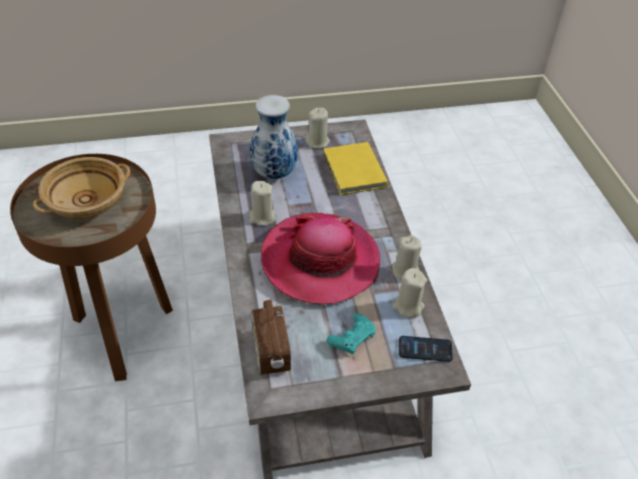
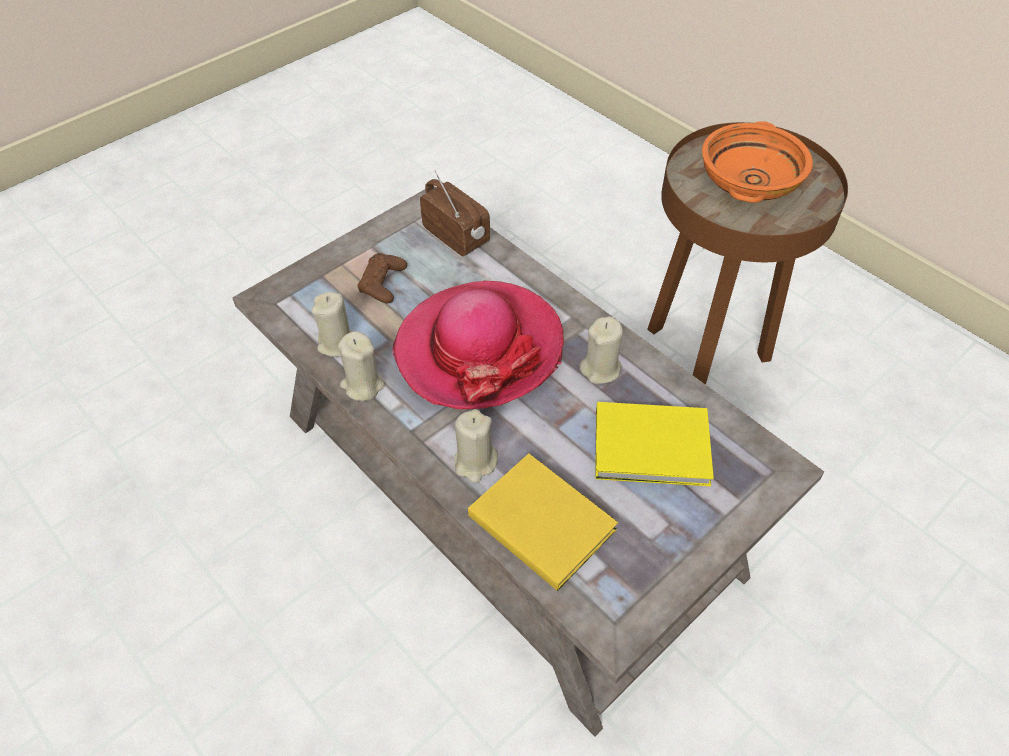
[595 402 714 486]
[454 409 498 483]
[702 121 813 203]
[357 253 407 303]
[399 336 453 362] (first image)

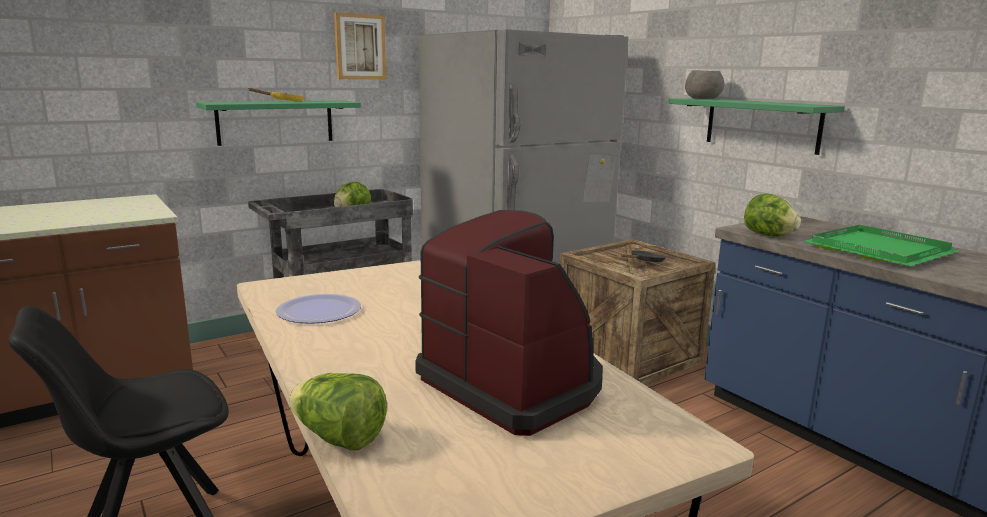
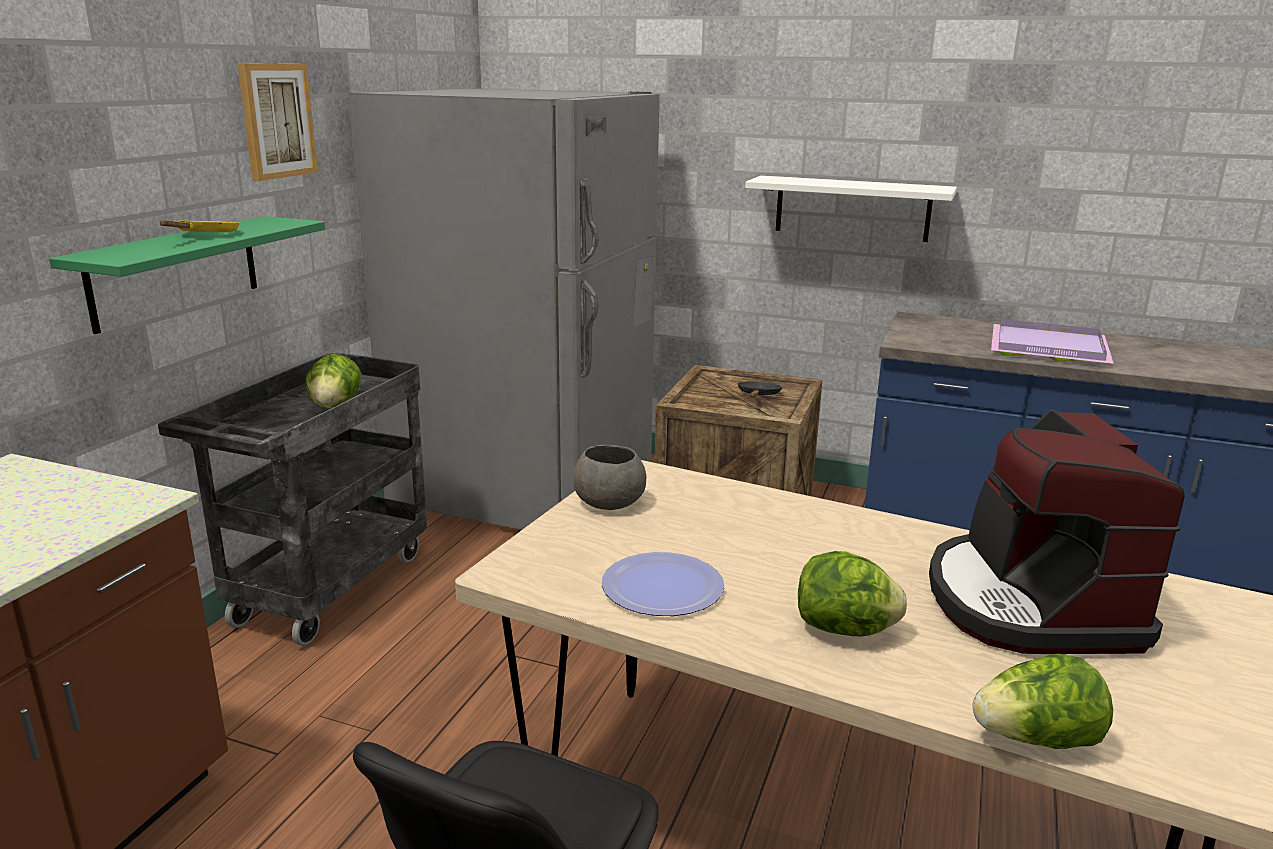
[573 445 646 510]
[745 176 957 242]
[798 551 907 637]
[929 410 1185 654]
[991 319 1114 364]

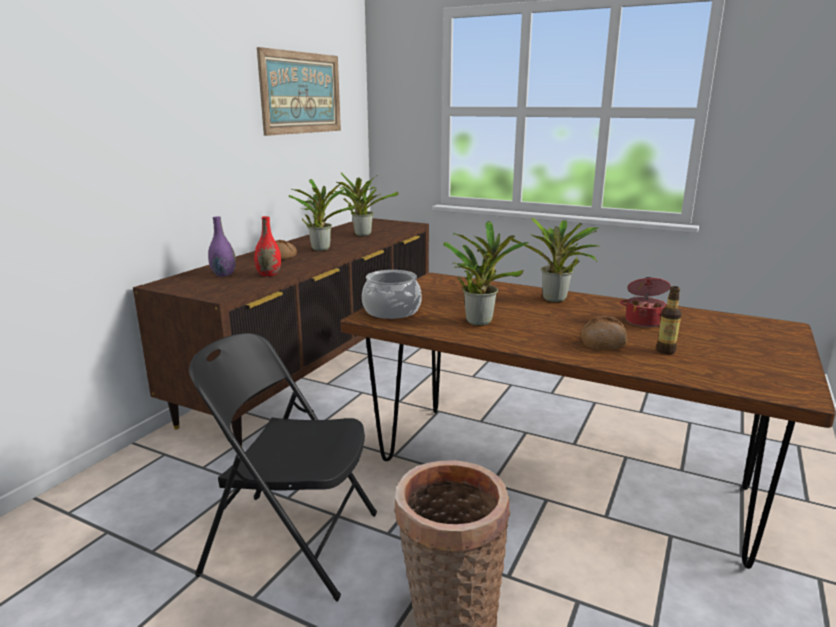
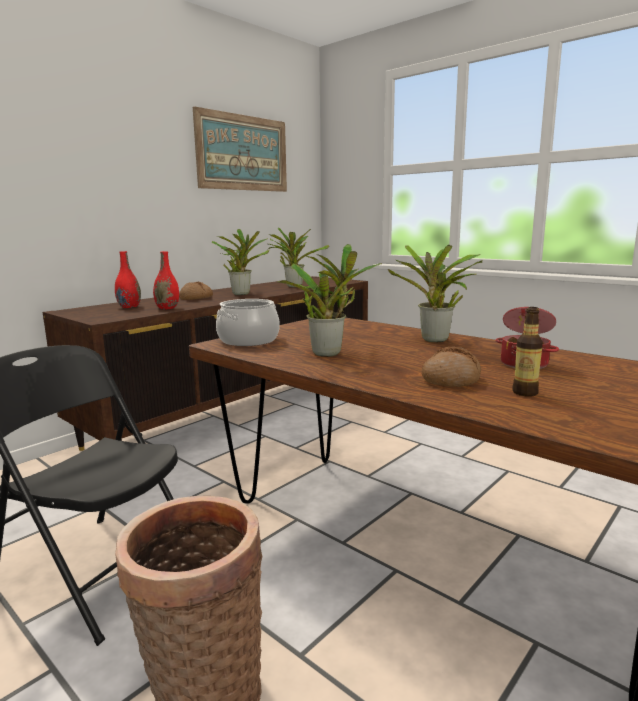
[115 251 141 308]

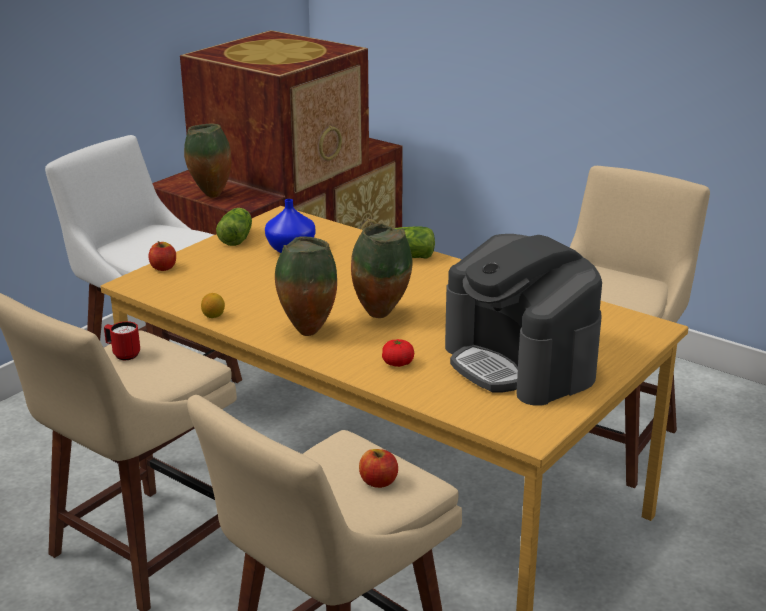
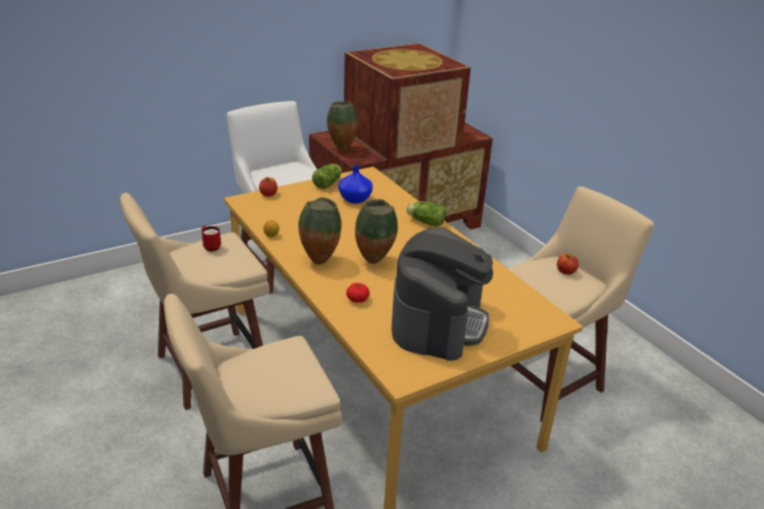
[392 227 493 361]
[557 253 579 275]

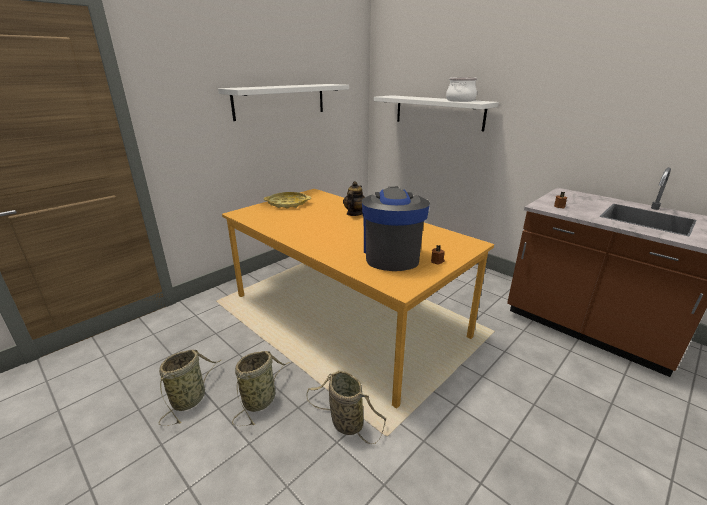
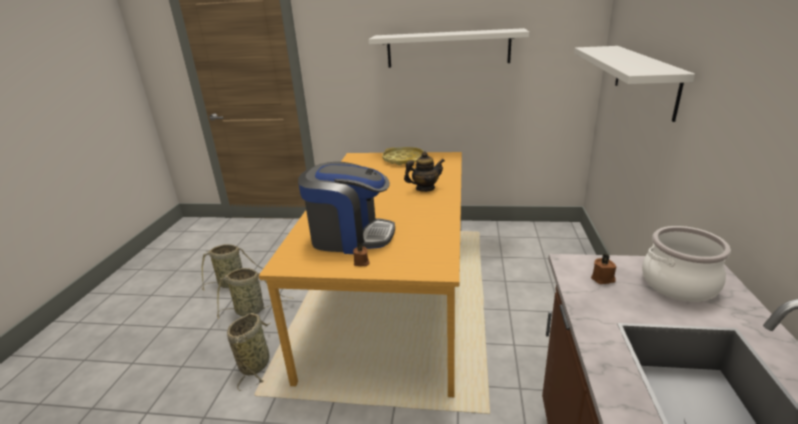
[642 226 731 302]
[298 162 395 254]

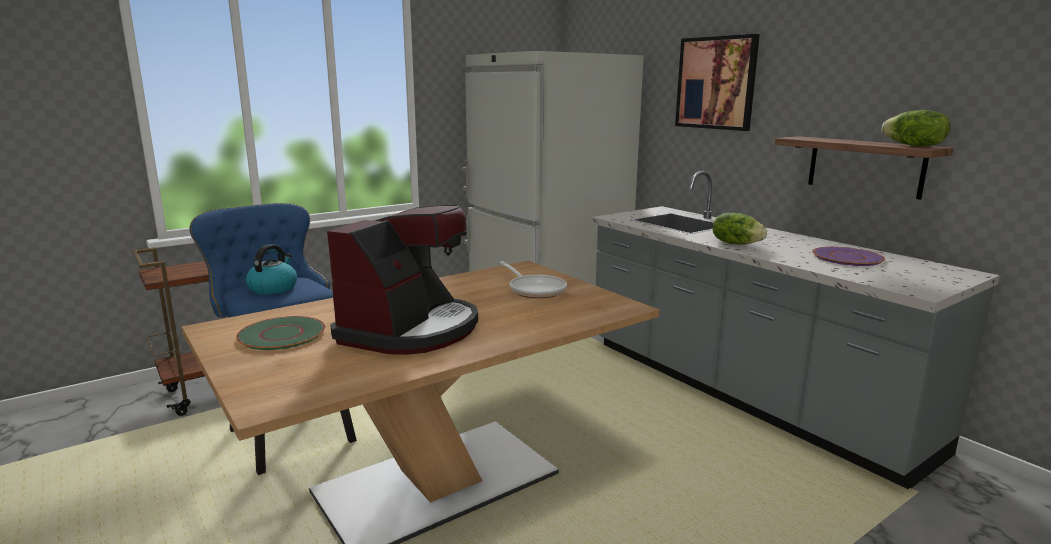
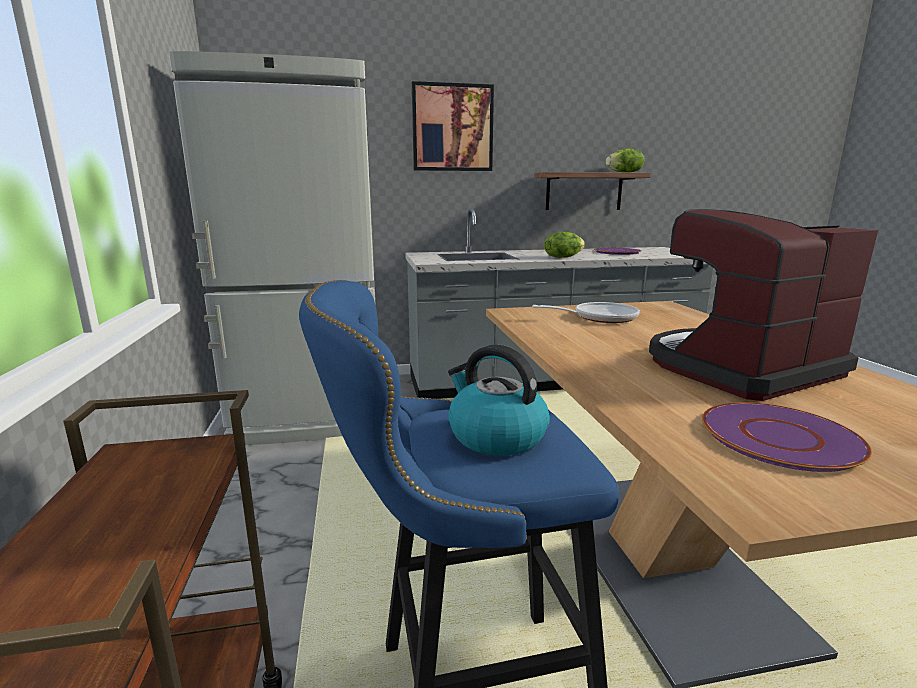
[649 209 878 401]
[702 402 872 472]

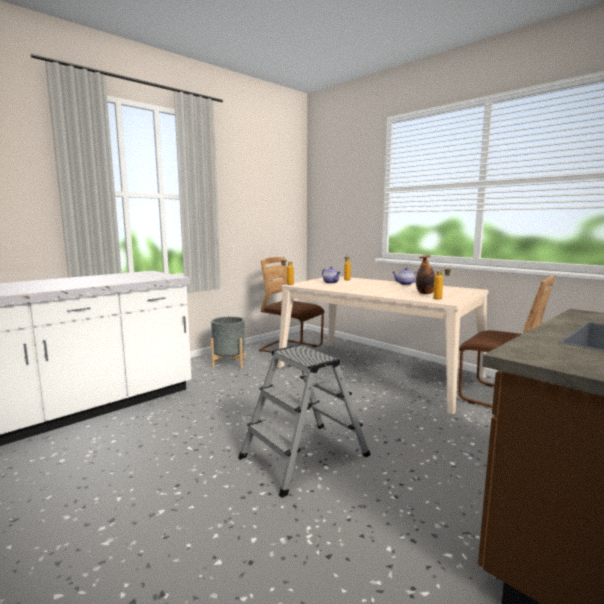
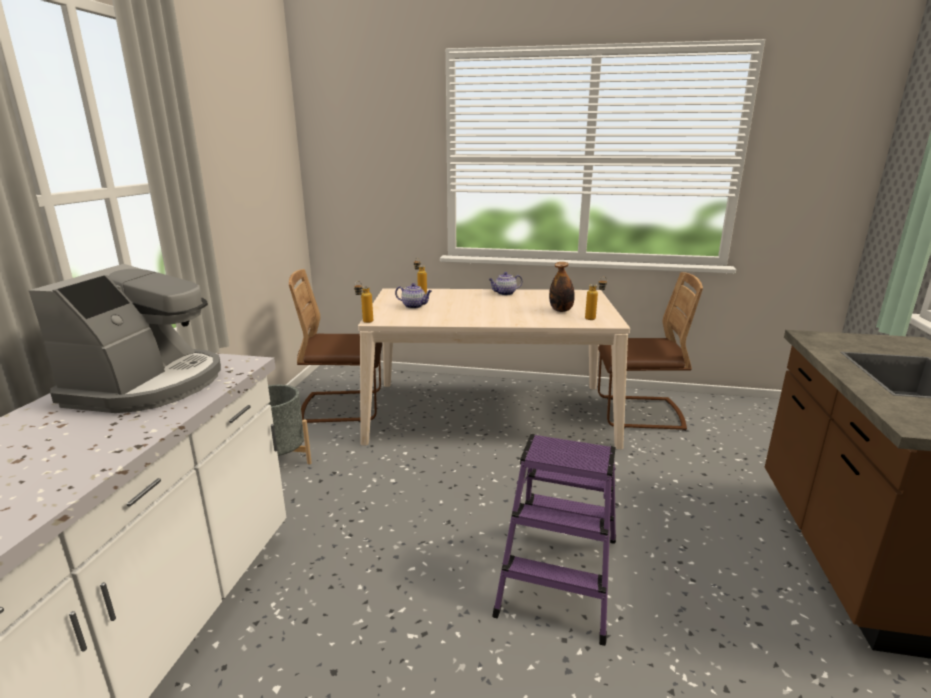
[492 434 616 646]
[29 264 221 413]

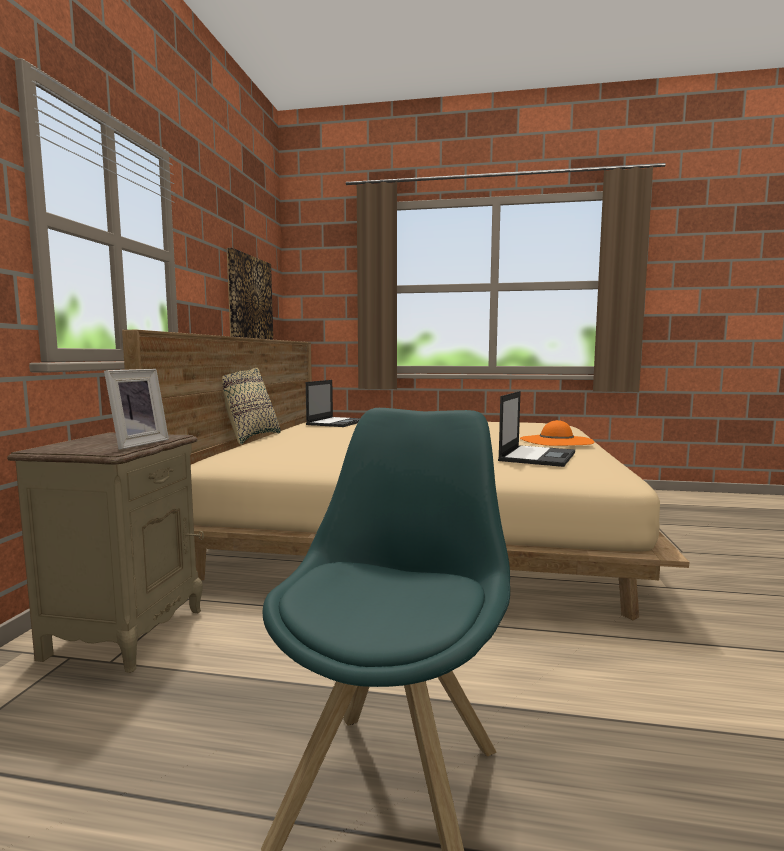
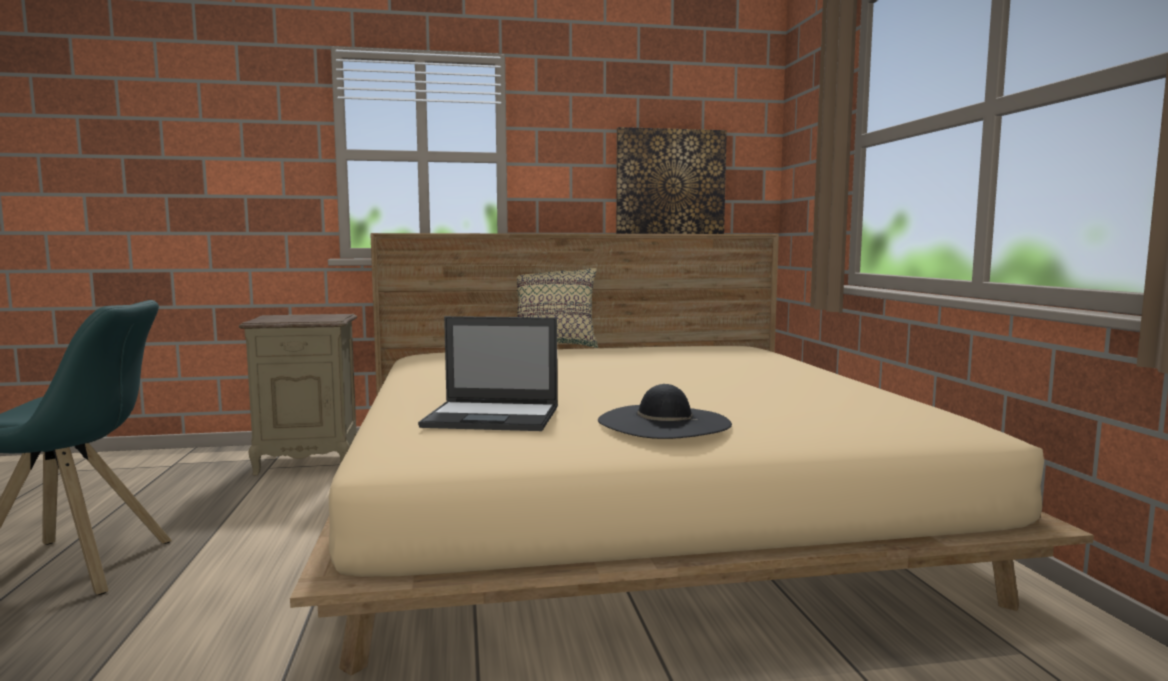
[104 369 169 450] (first image)
[306 380 360 427] (first image)
[598 384 732 439]

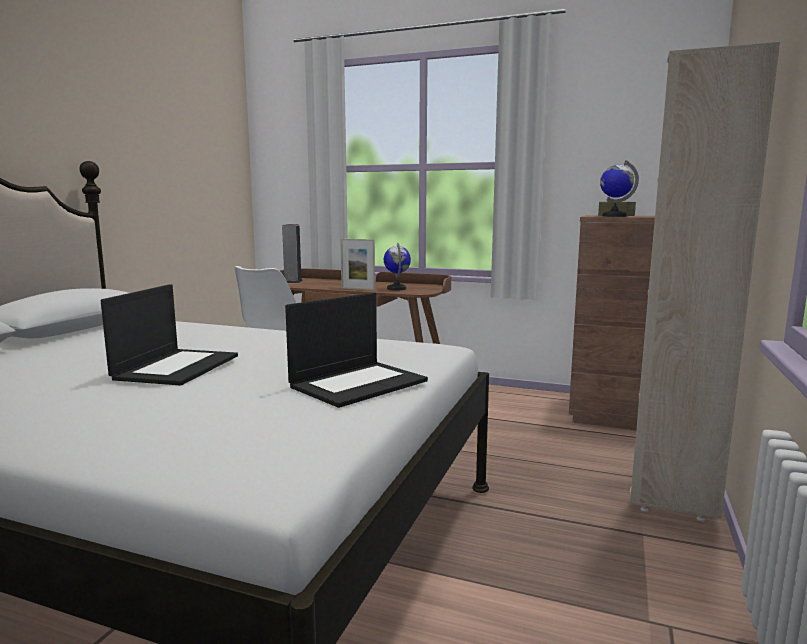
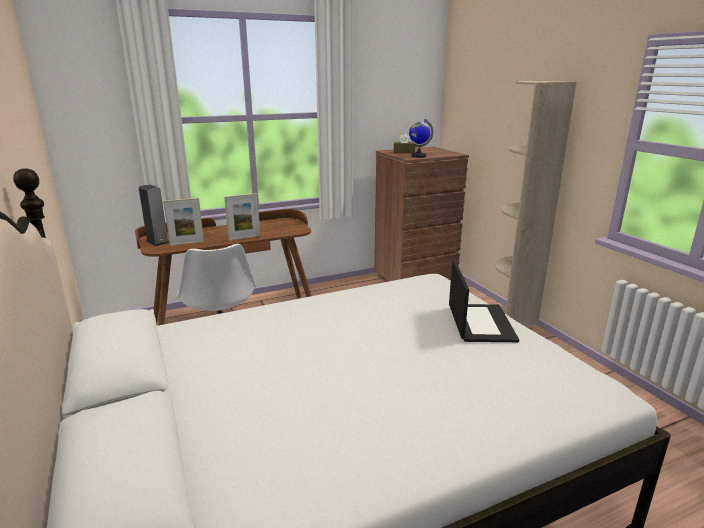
[384 243 411 290] (first image)
[101 284 238 386] (first image)
[163 198 204 246]

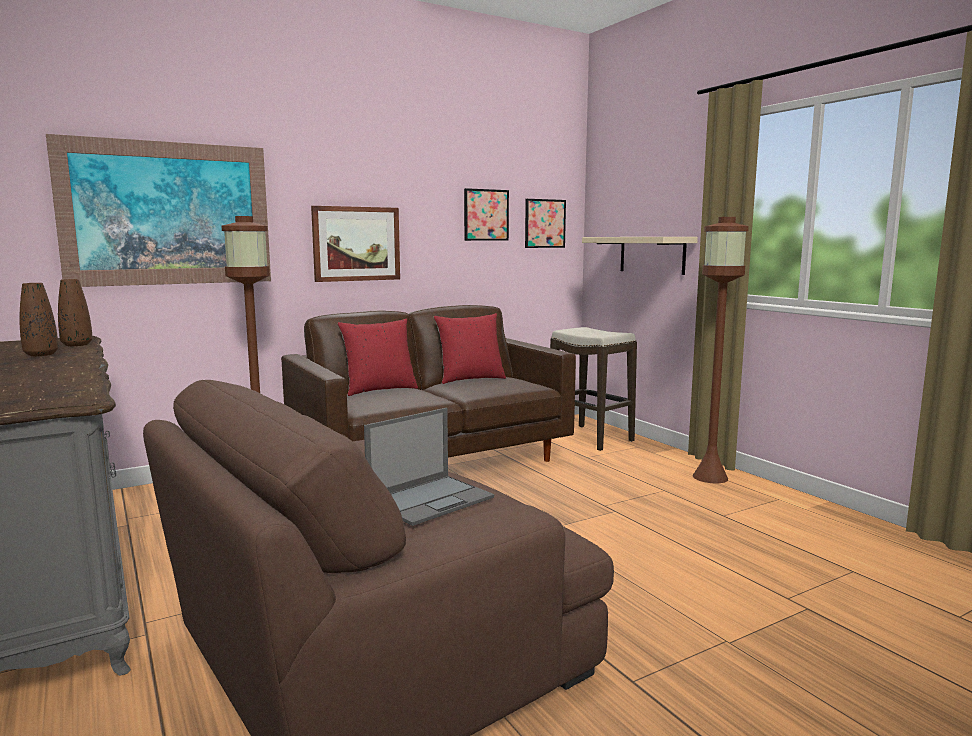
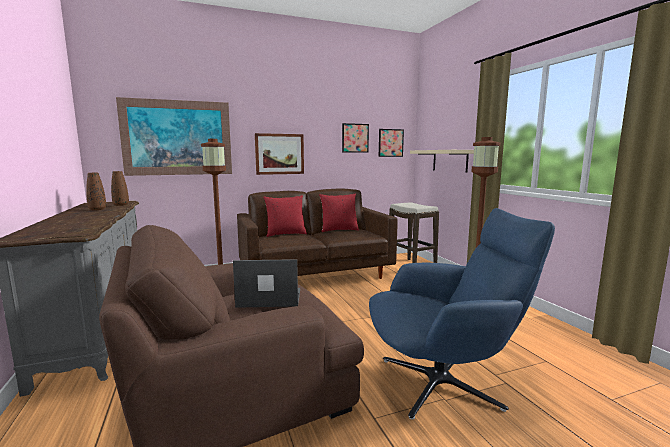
[233 259 300 308]
[369 208 555 419]

